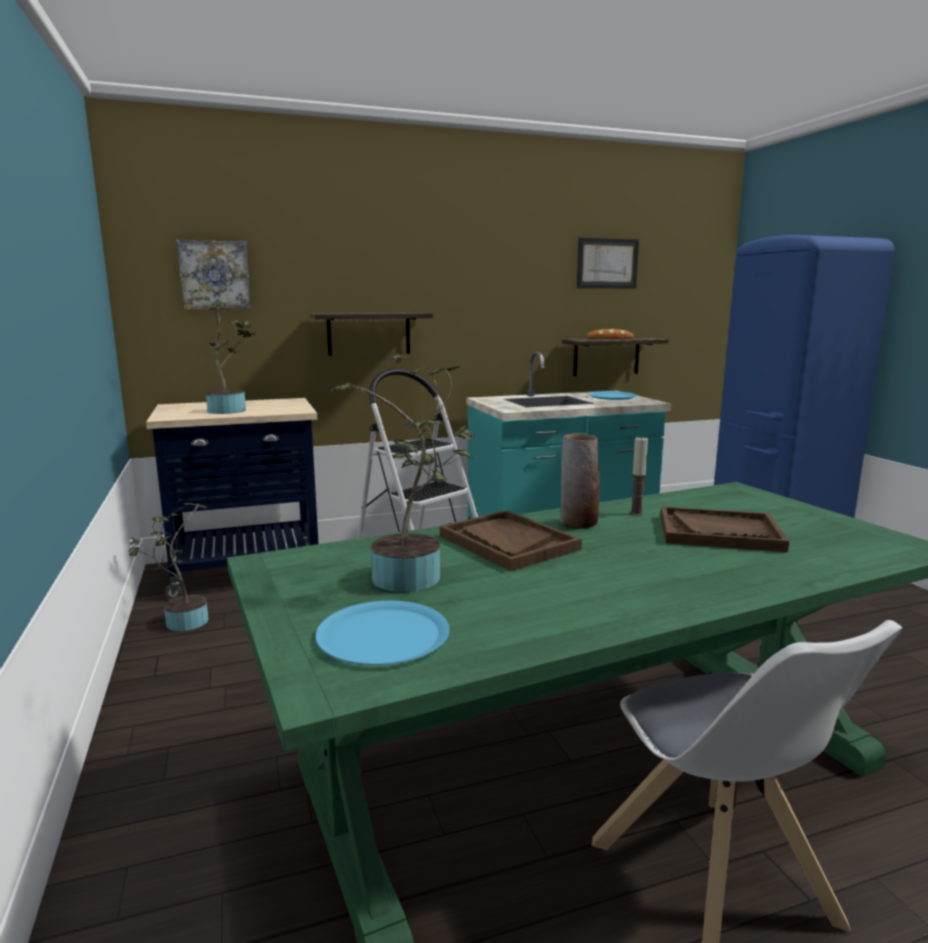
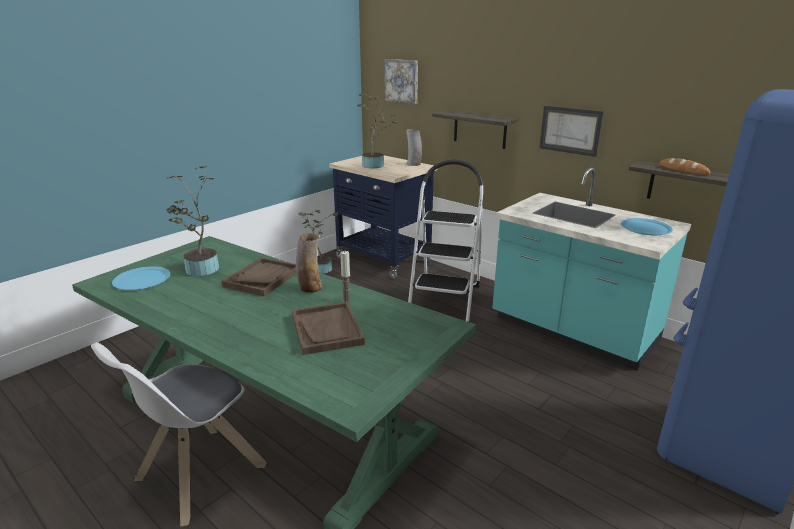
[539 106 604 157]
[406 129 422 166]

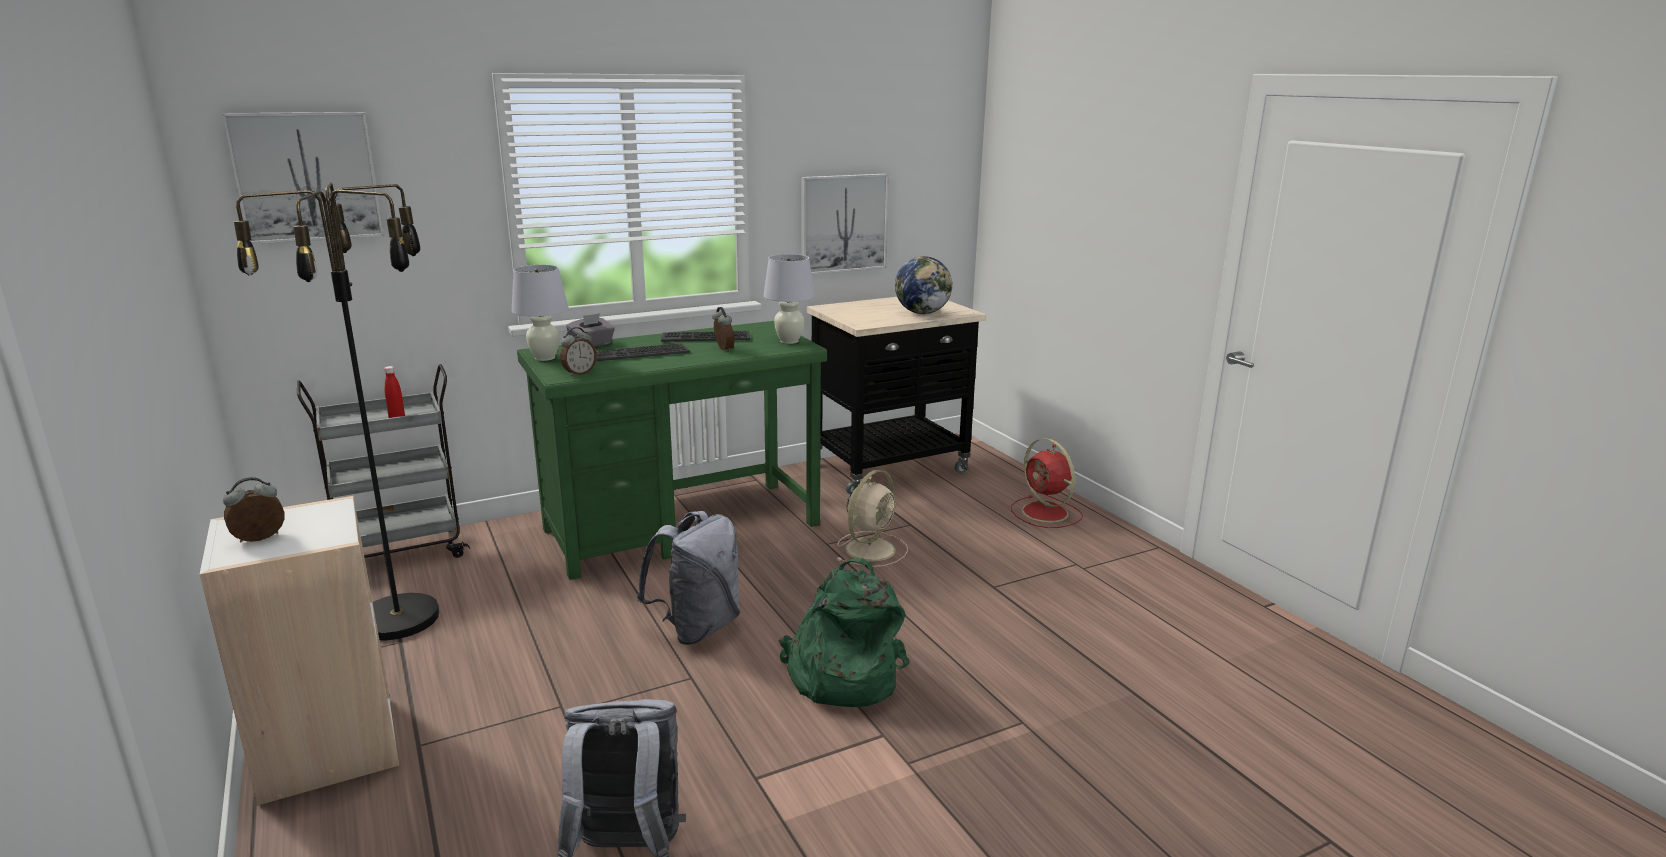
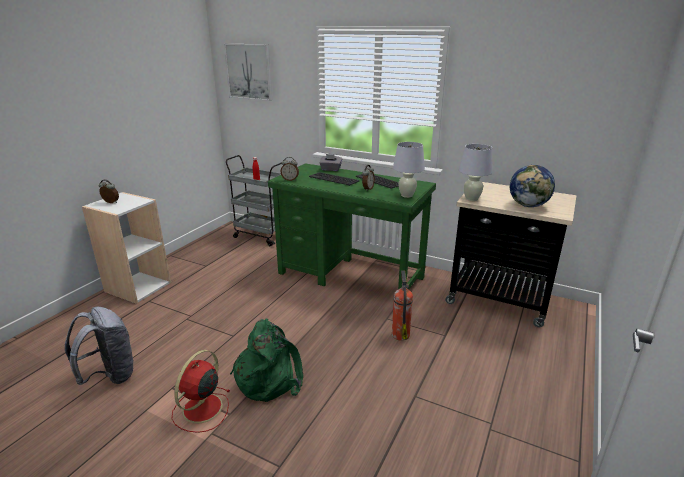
[801 174 889 275] (first image)
[234 182 439 641] (first image)
[459 144 492 201]
[172 350 230 433]
[392 271 413 341]
[637 511 740 645] (first image)

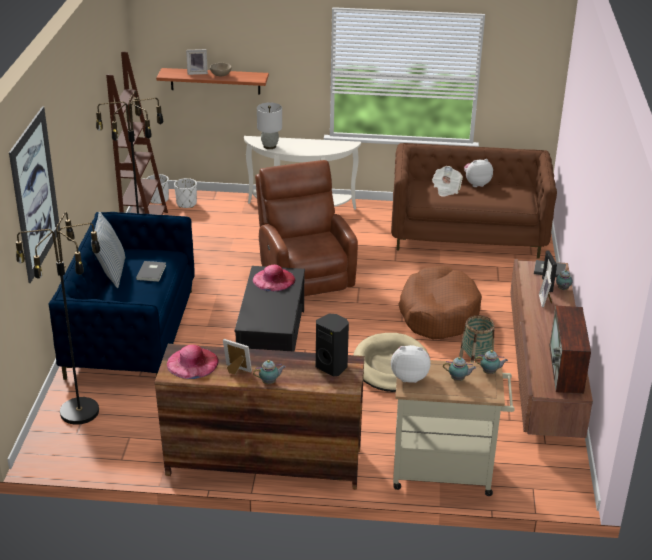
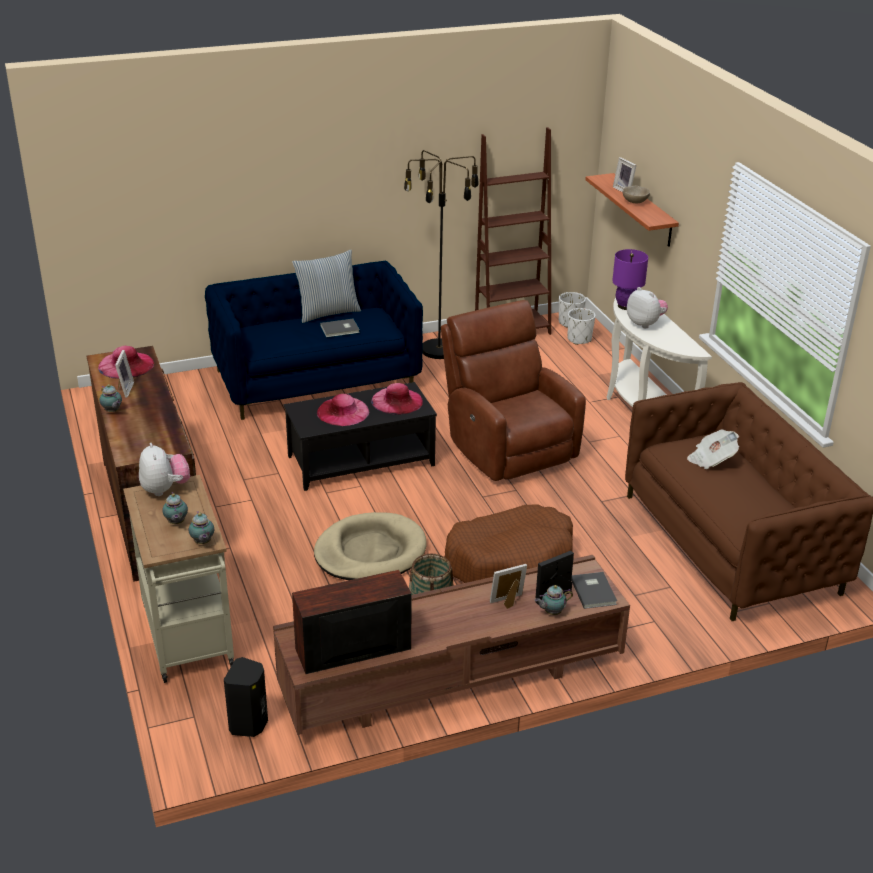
[612 249 648 310]
[9 106 60 283] (first image)
[627 287 668 329]
[441 300 586 481]
[16 212 100 425] (first image)
[224 657 268 737]
[317 394 369 426]

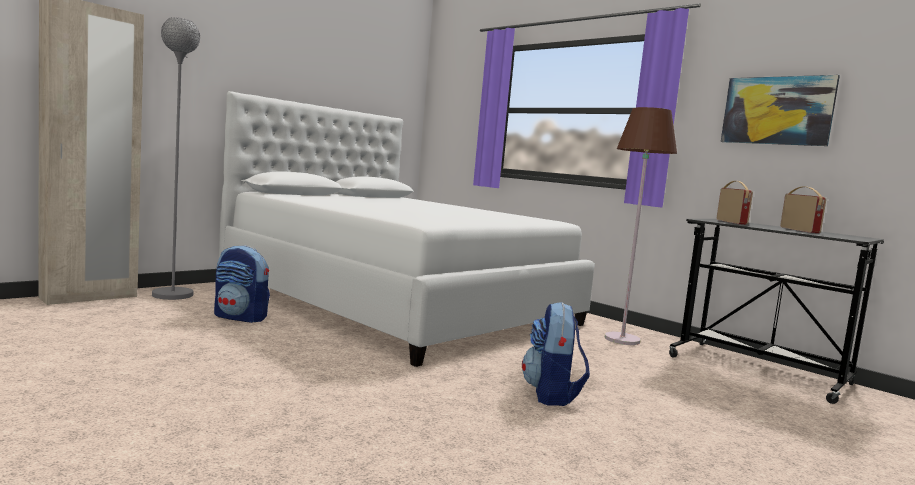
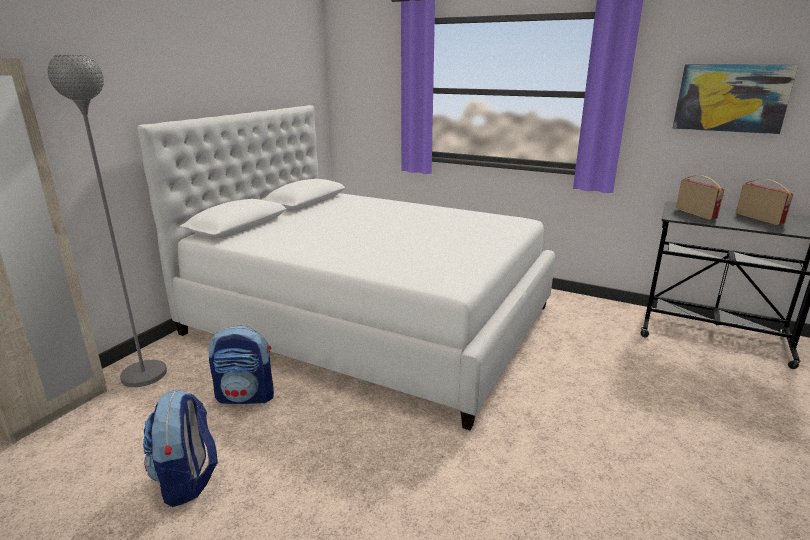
[604 107 677 345] (first image)
[143 389 218 507]

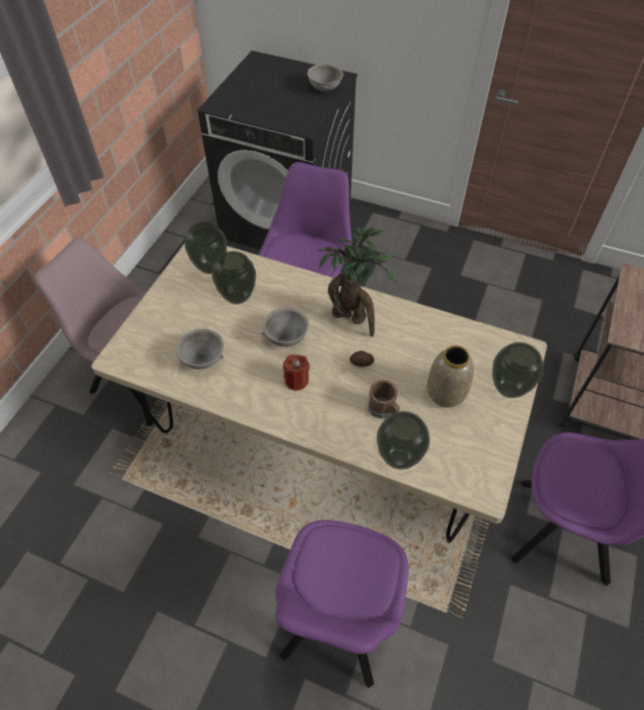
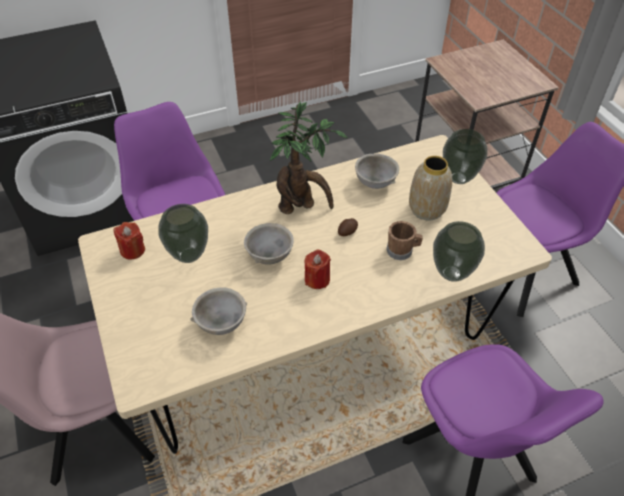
[355 154 399 189]
[113 222 145 259]

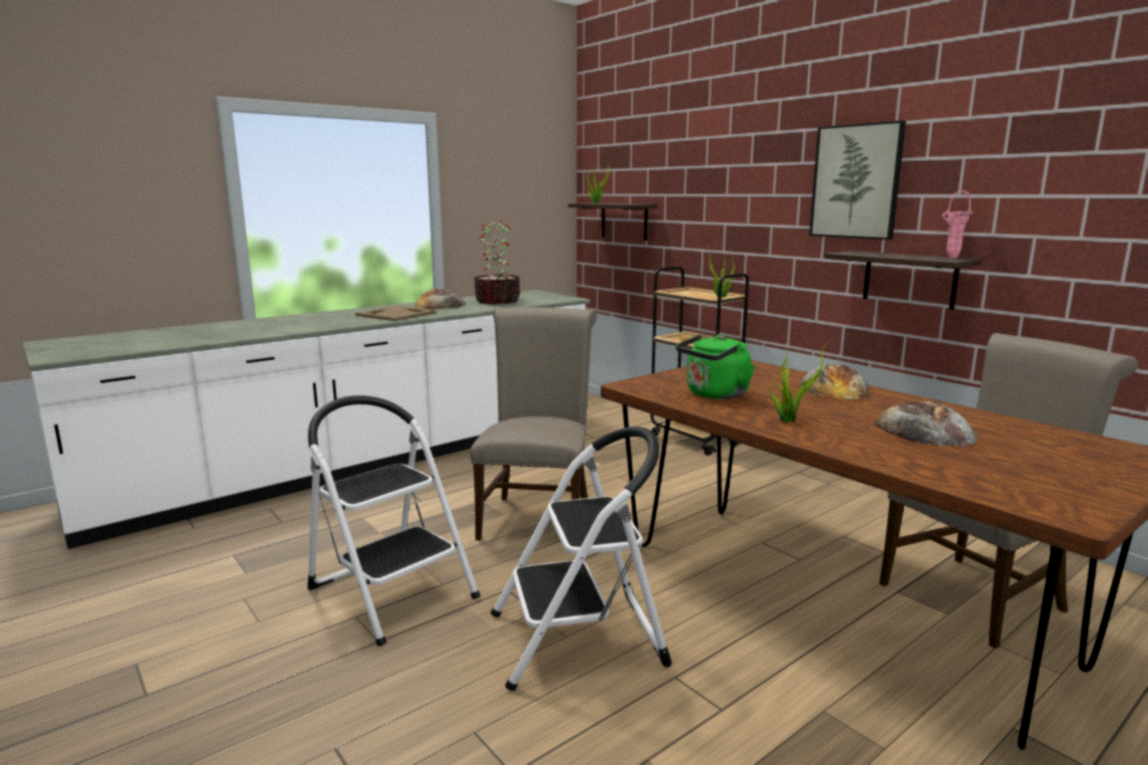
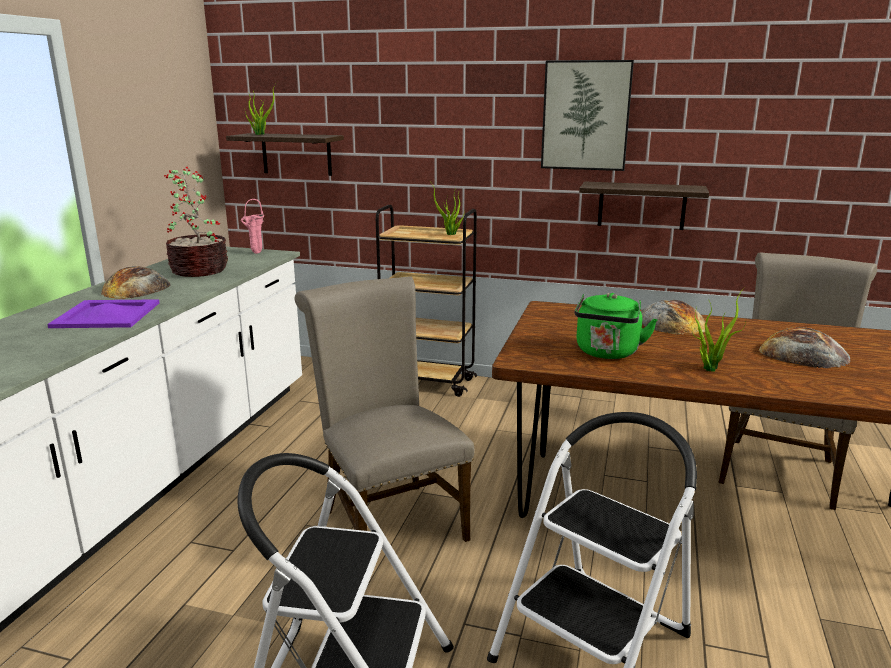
[241 199 264 254]
[47 299 159 328]

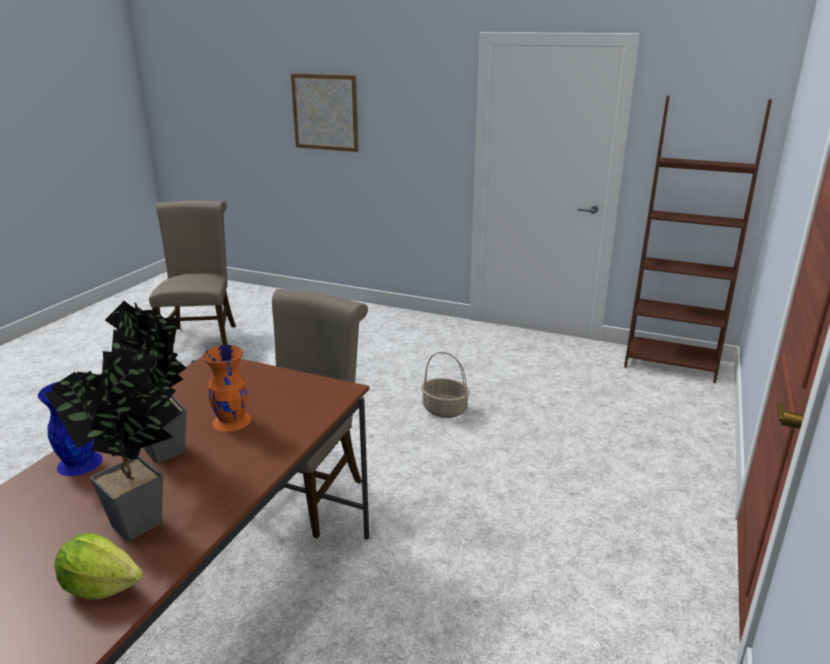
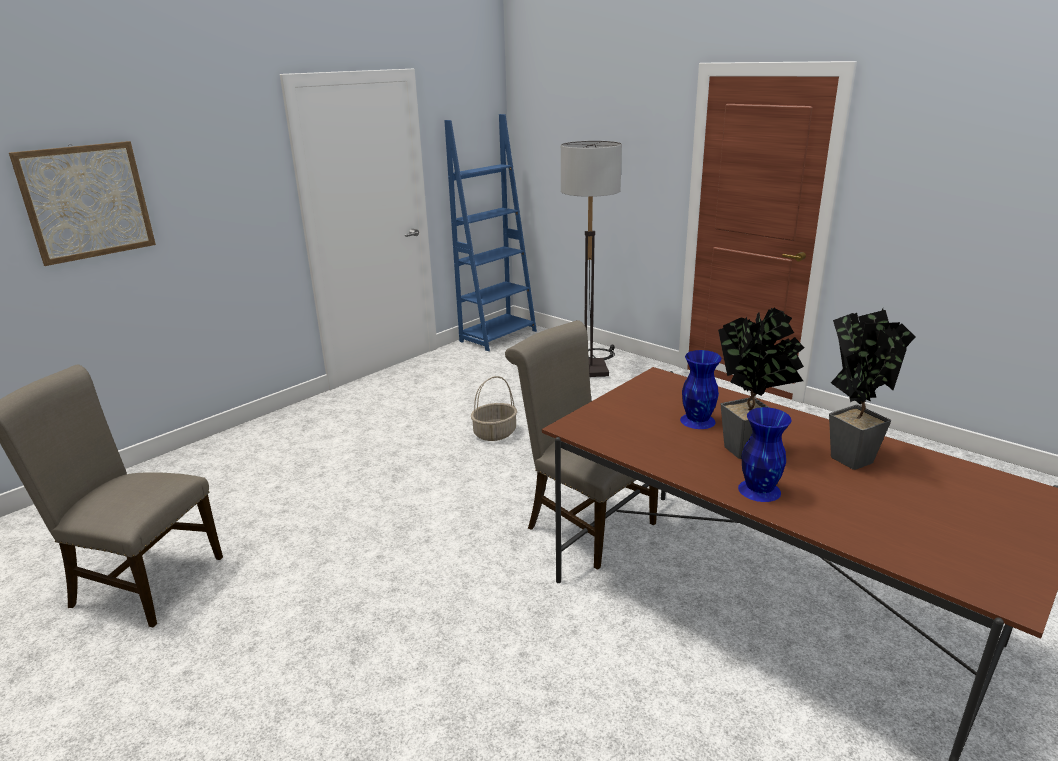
[444 114 537 351]
[680 350 721 429]
[54 533 143 600] (first image)
[561 141 622 377]

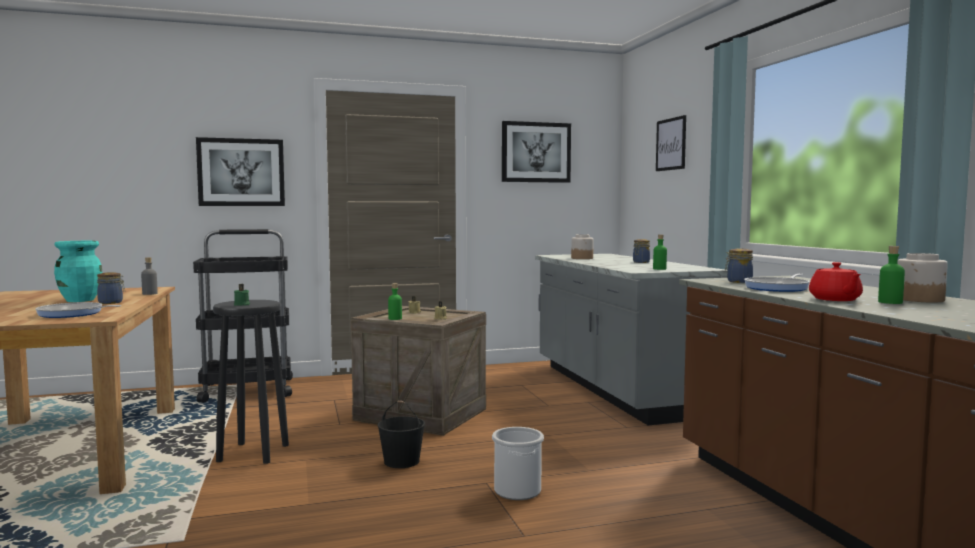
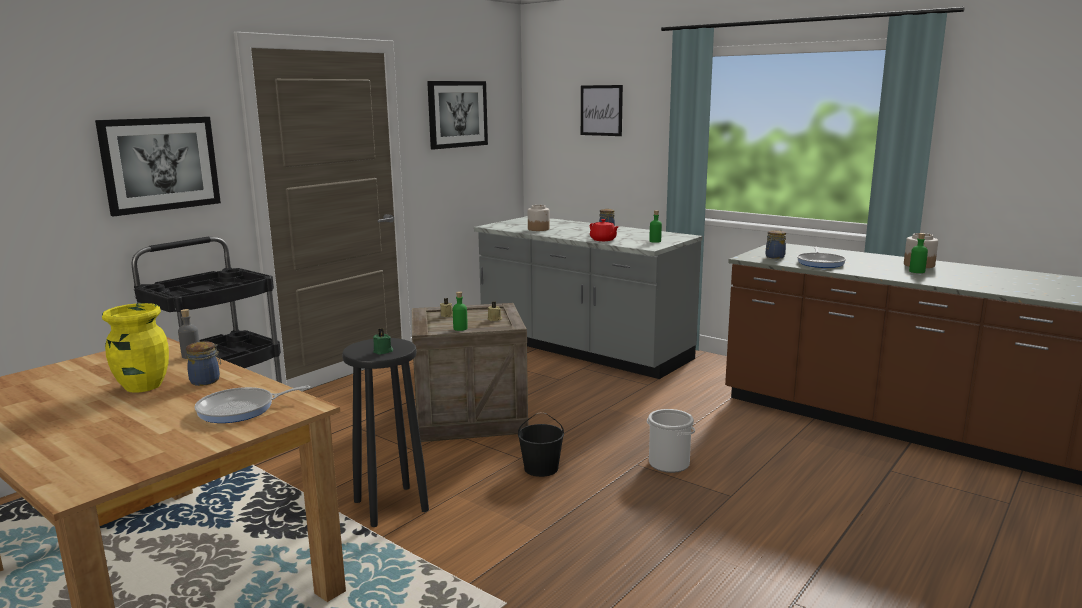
[102 303 169 393]
[590 219 619 241]

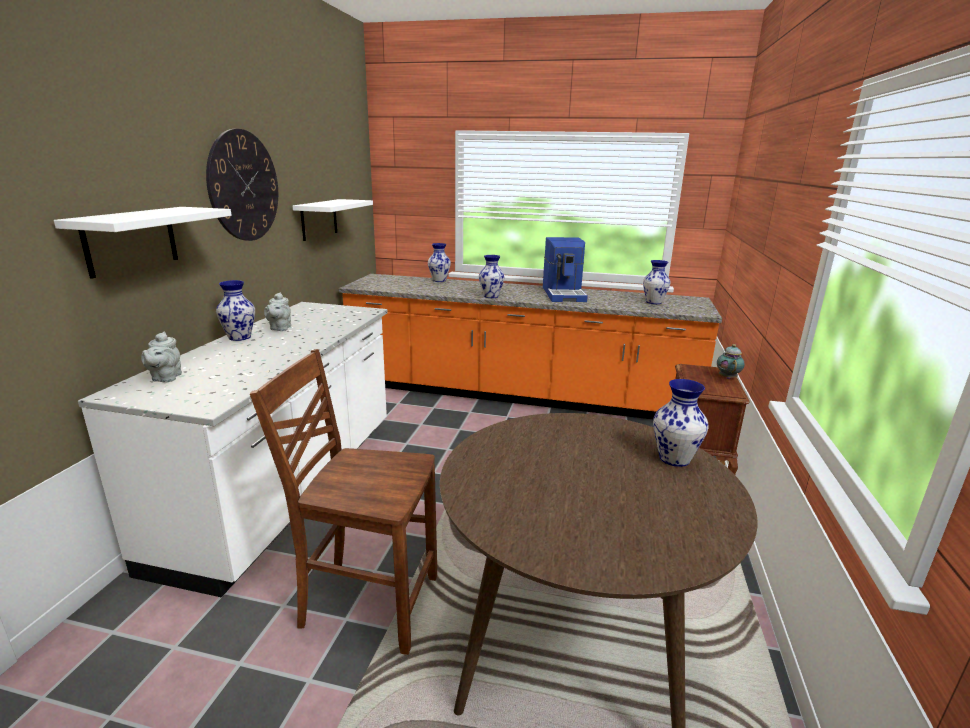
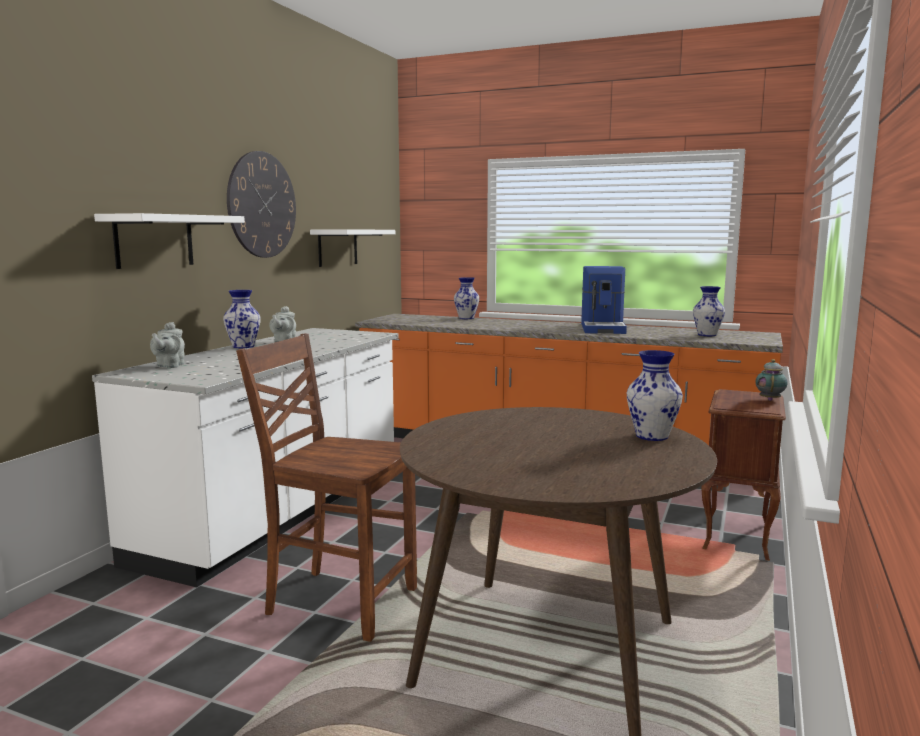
[479 255 505 298] (first image)

